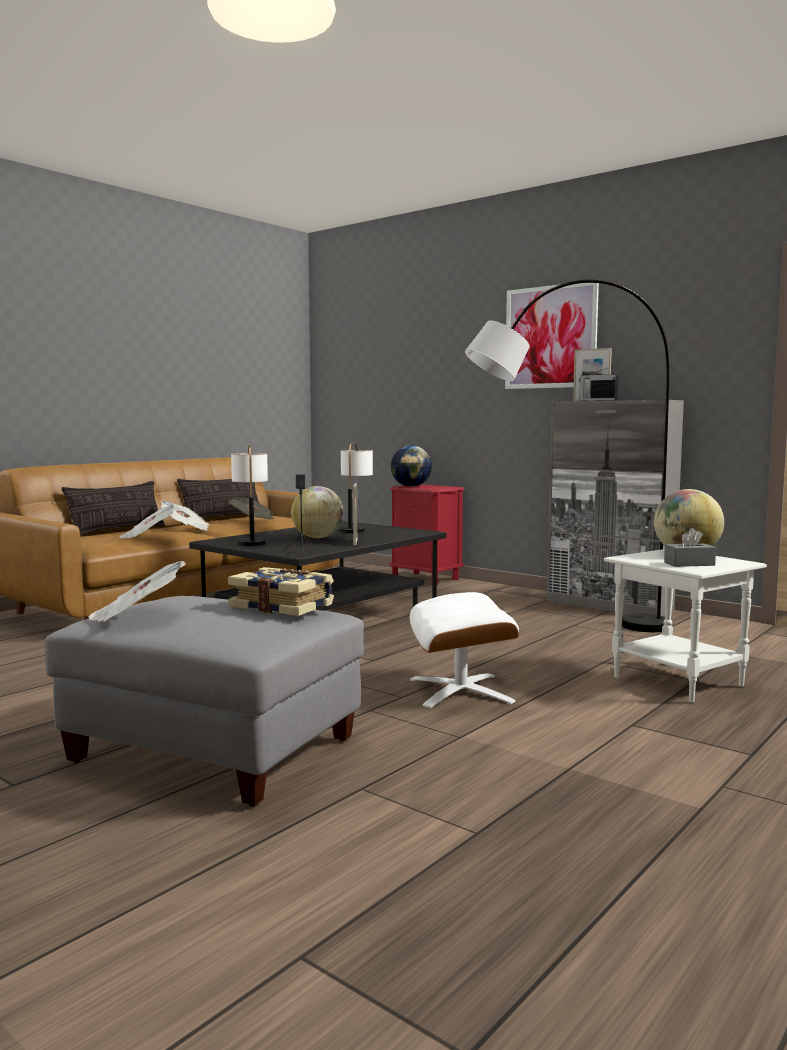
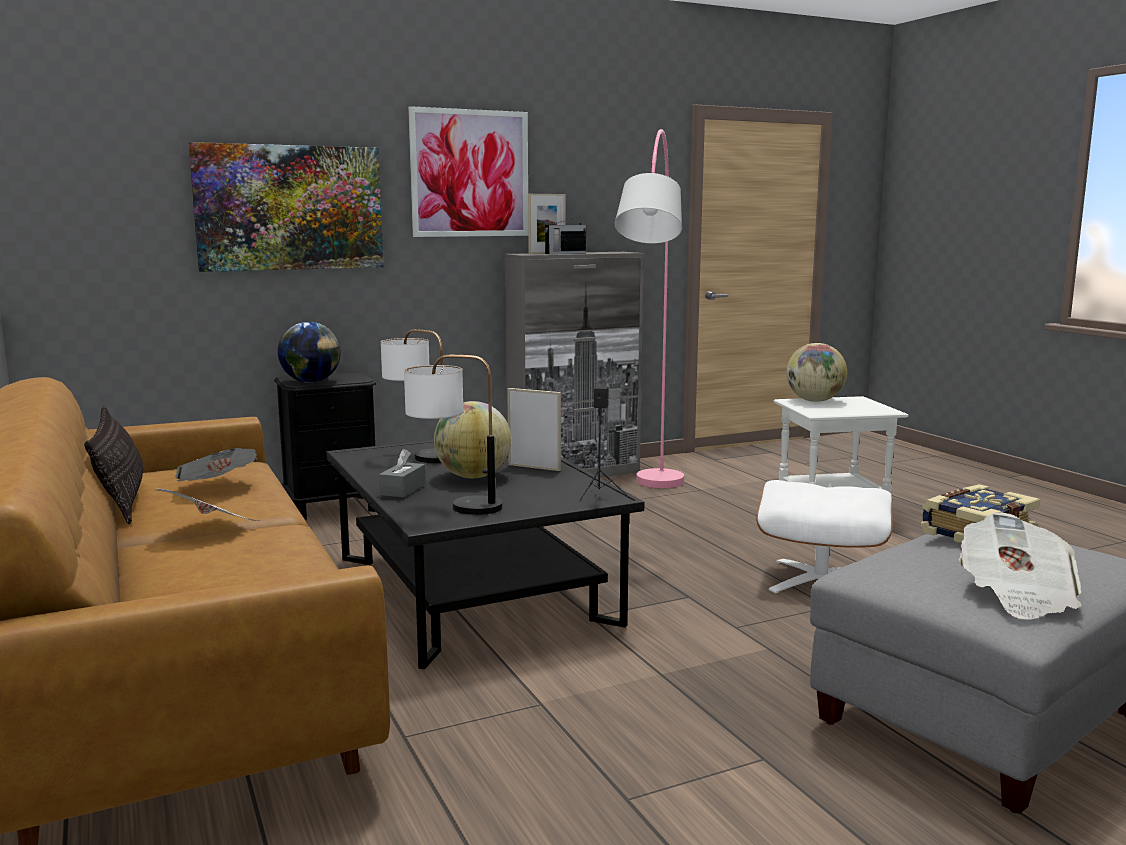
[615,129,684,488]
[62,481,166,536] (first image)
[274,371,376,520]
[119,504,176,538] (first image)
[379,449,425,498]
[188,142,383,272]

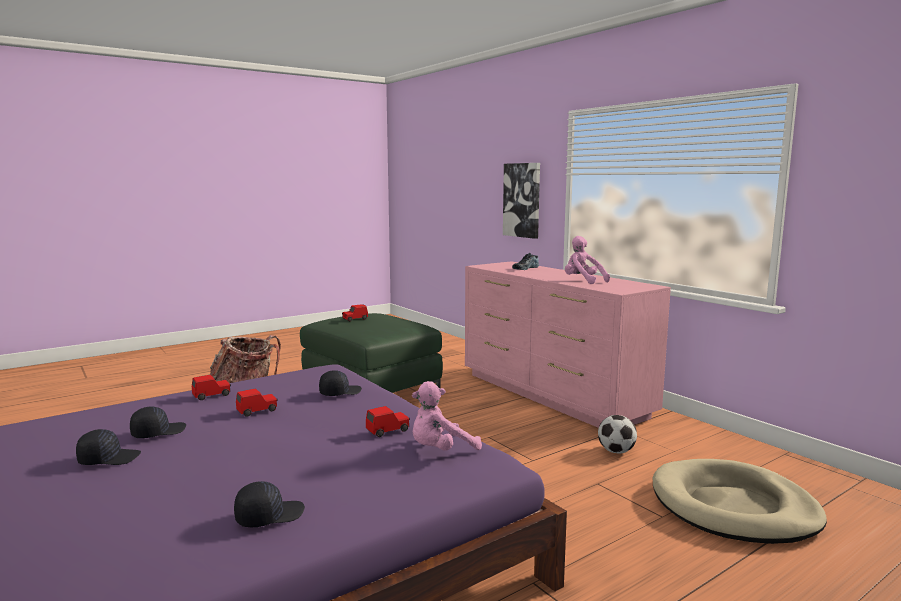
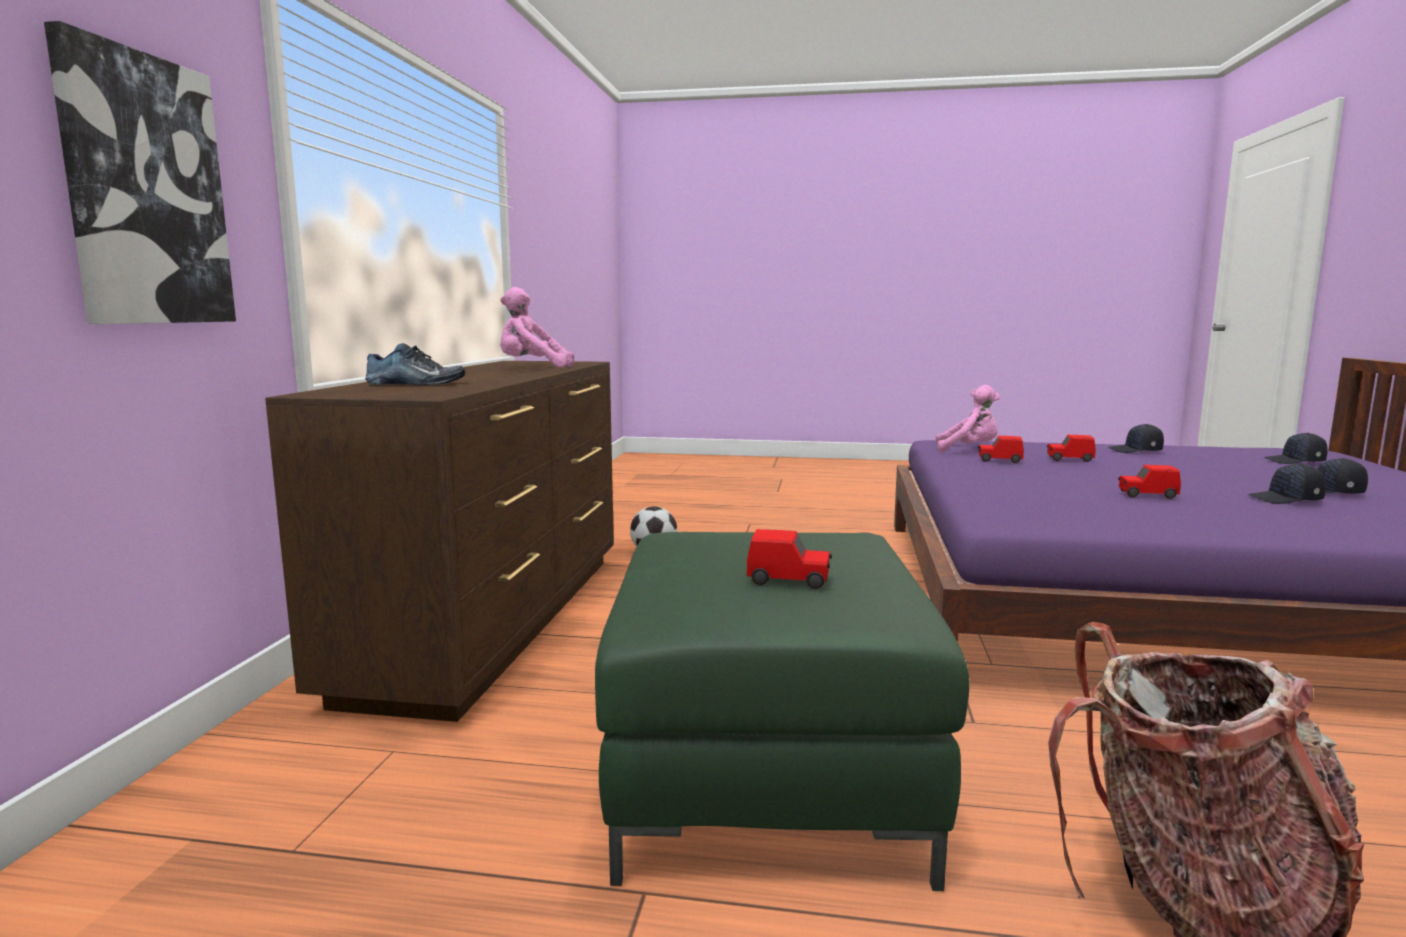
[500,287,574,367]
[265,361,614,722]
[1264,433,1328,464]
[1047,435,1096,462]
[653,459,827,544] (first image)

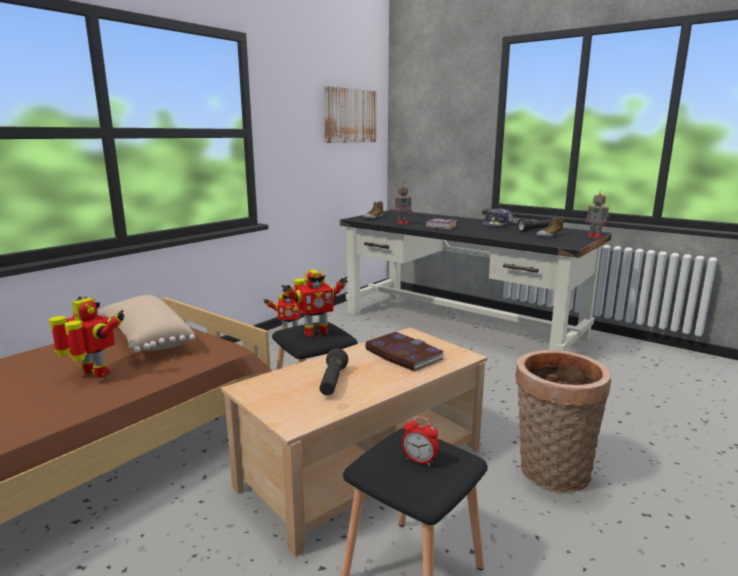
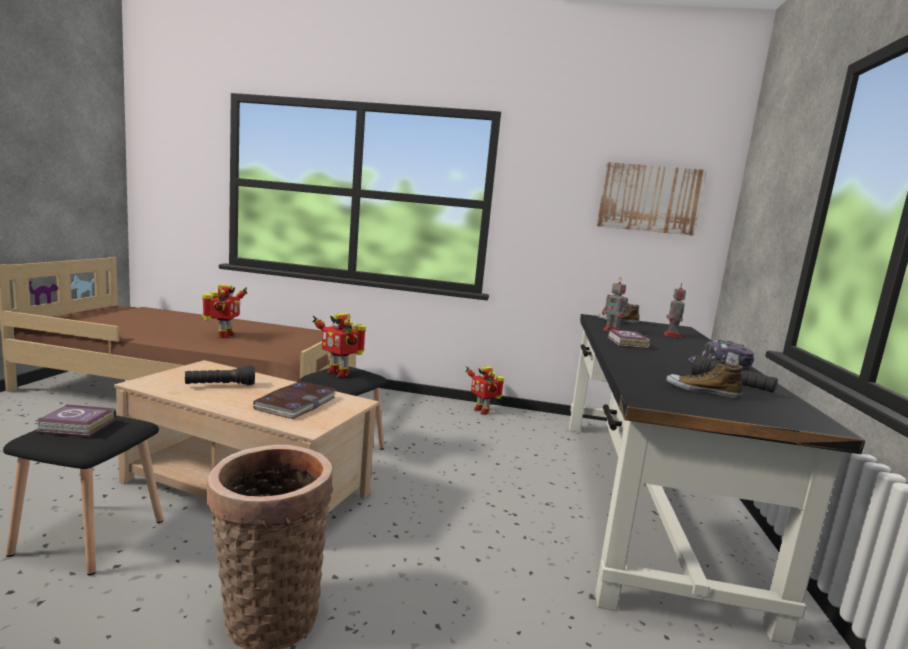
[663,283,686,338]
[99,295,195,352] (first image)
[35,404,116,437]

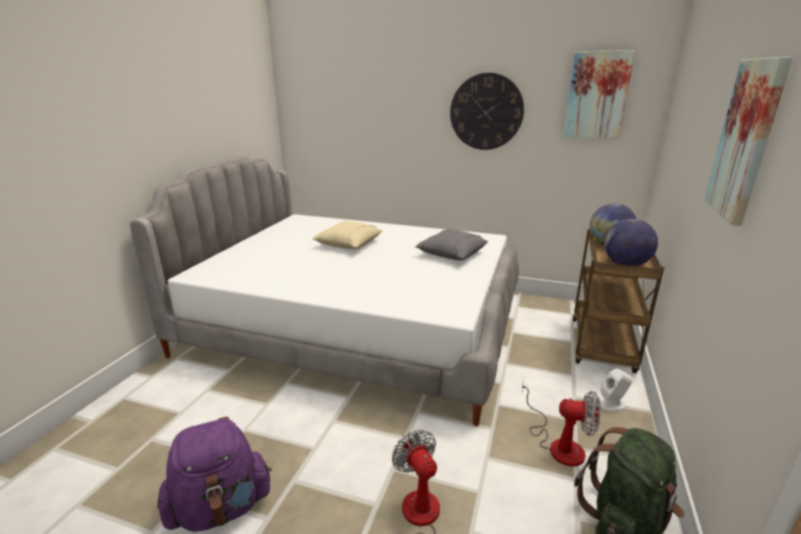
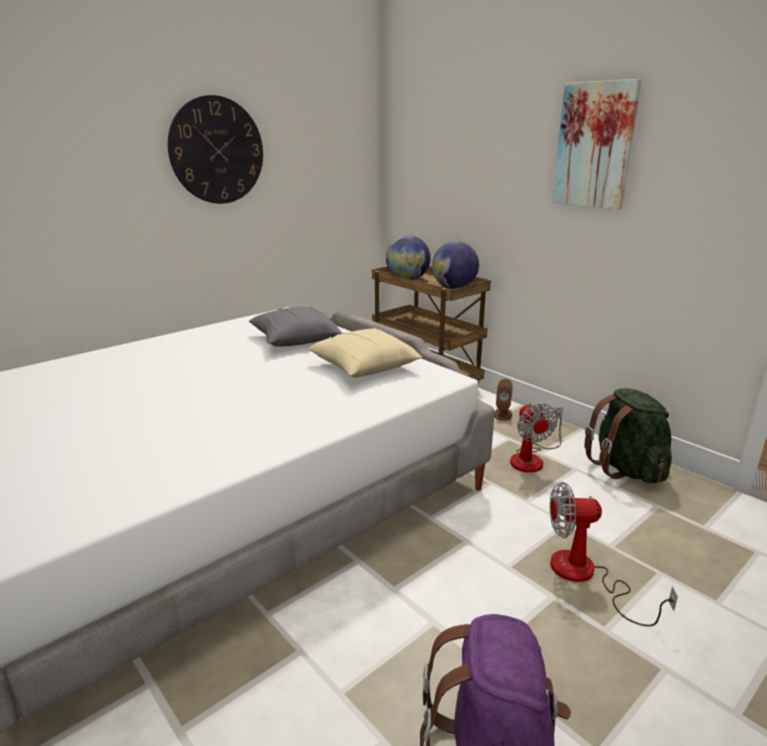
[564,50,635,139] (first image)
[307,328,422,378]
[494,379,513,421]
[510,403,563,473]

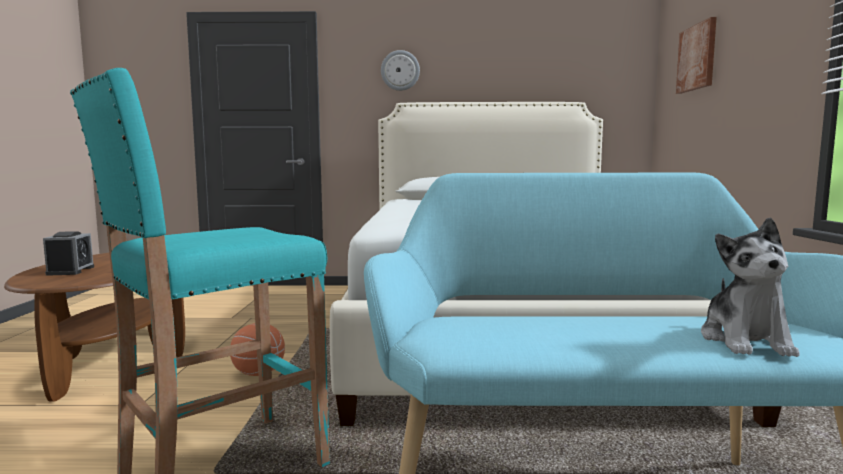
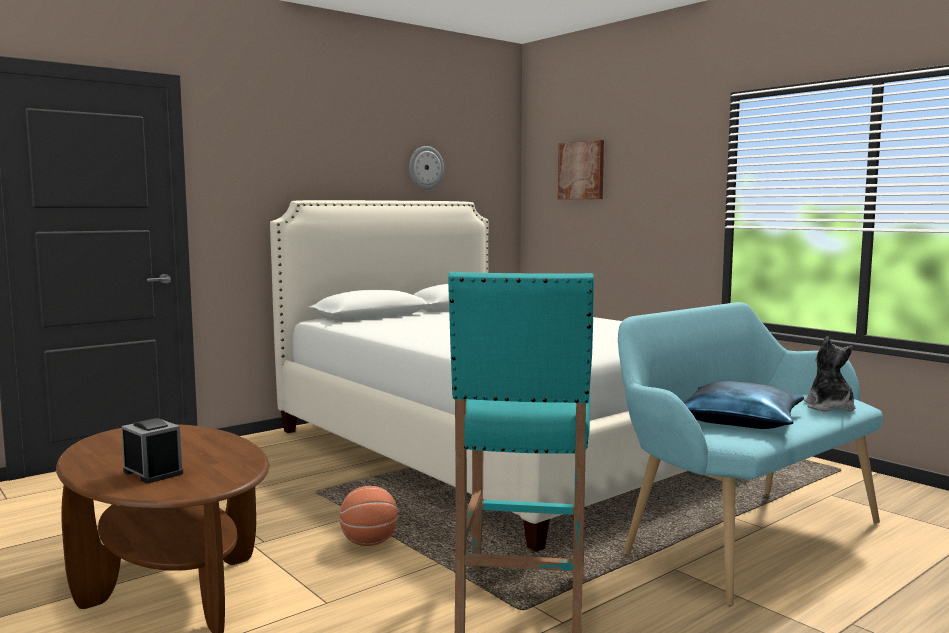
[409,146,444,190]
[804,337,855,412]
[683,381,804,429]

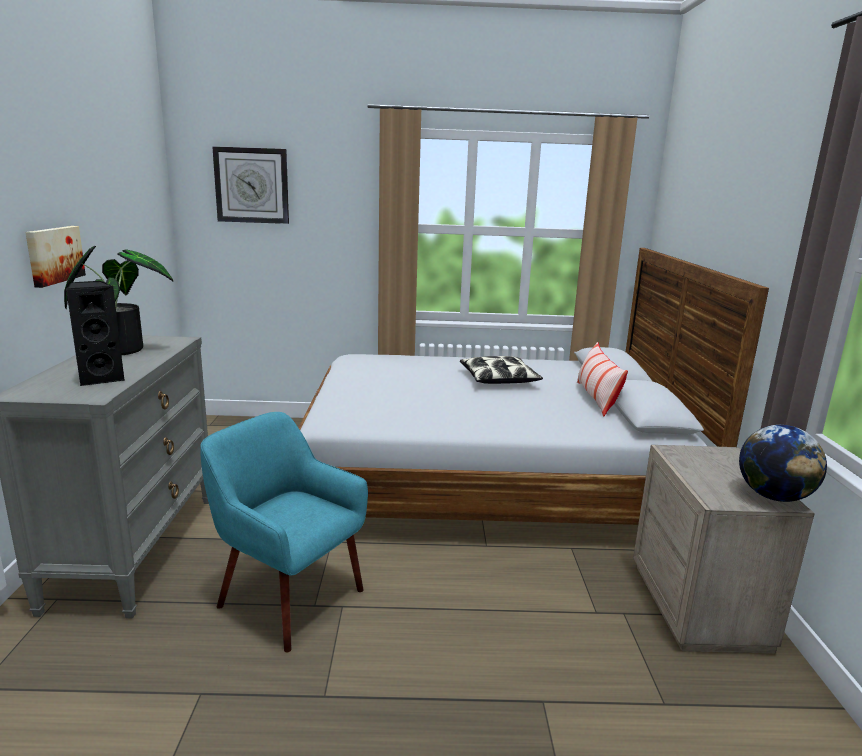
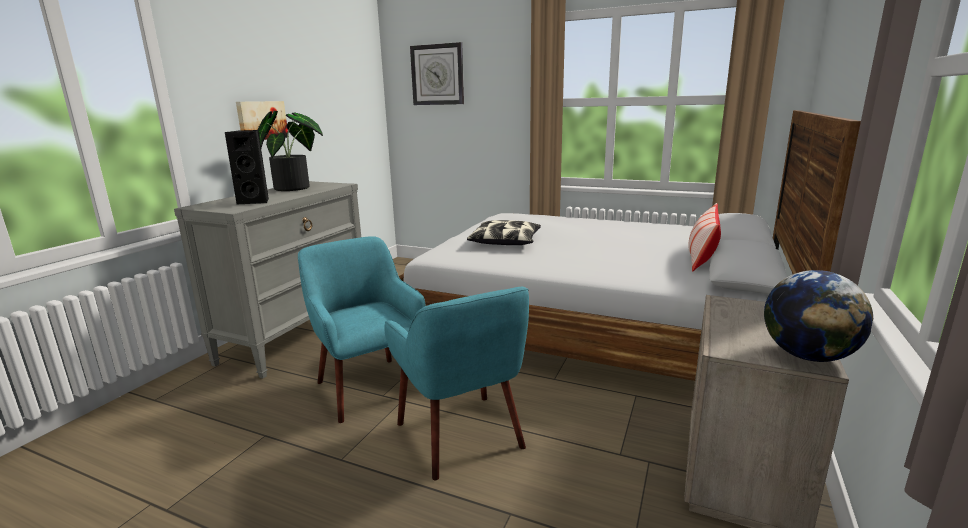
[467,220,541,245]
[384,287,529,480]

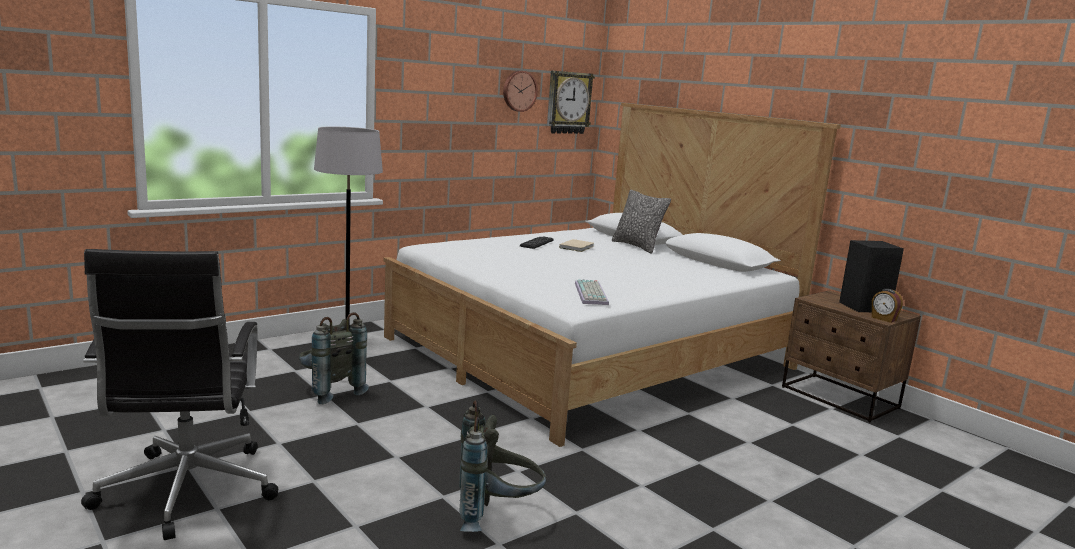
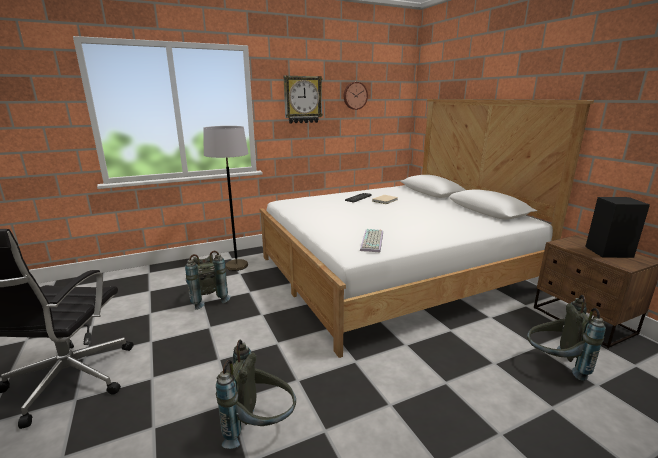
[284,75,323,124]
[612,190,671,254] (first image)
[872,289,903,323] (first image)
[527,295,606,381]

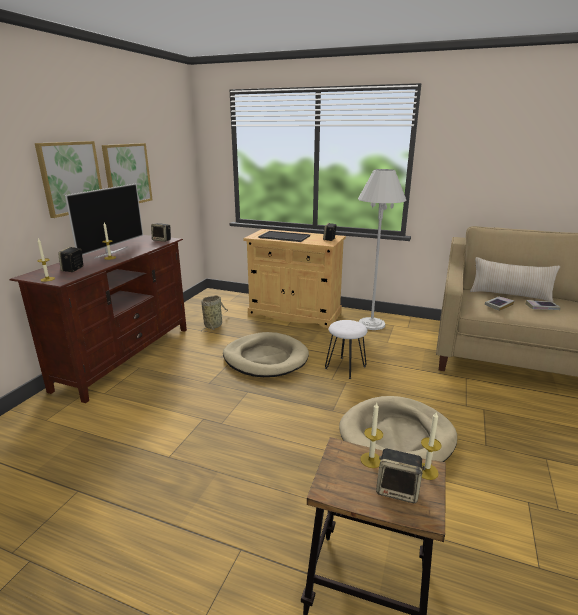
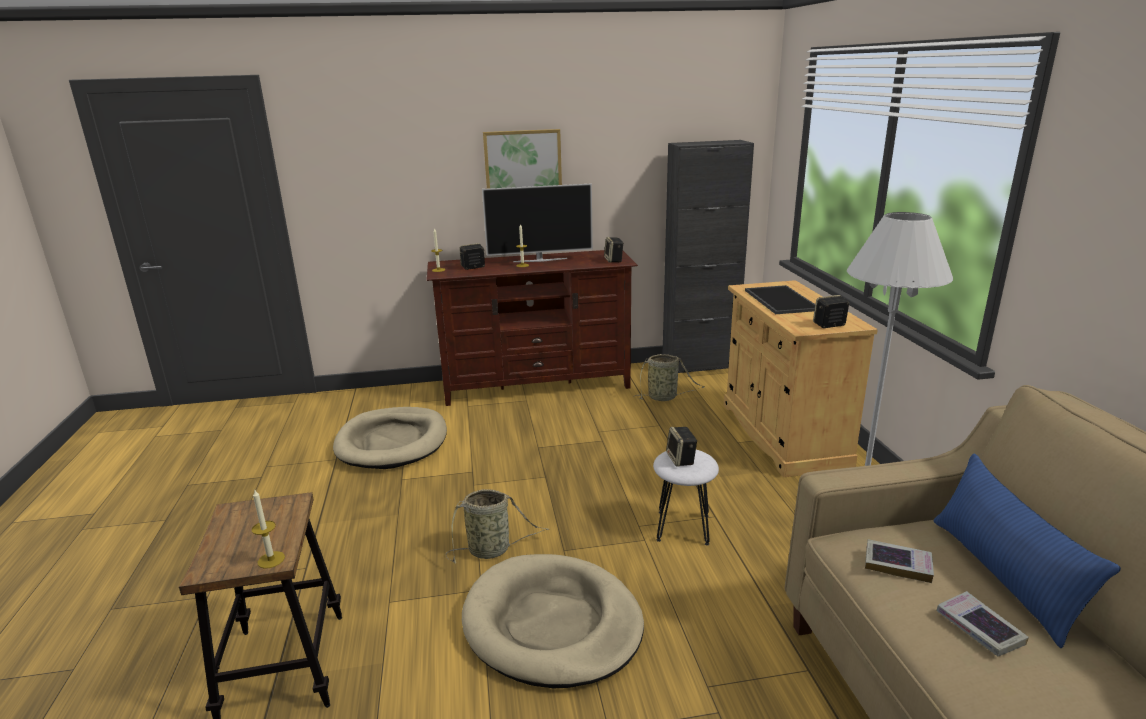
[102,143,153,203] (first image)
[933,454,1121,648]
[333,407,447,469]
[360,403,383,468] (first image)
[666,427,697,467]
[663,140,754,373]
[446,489,550,564]

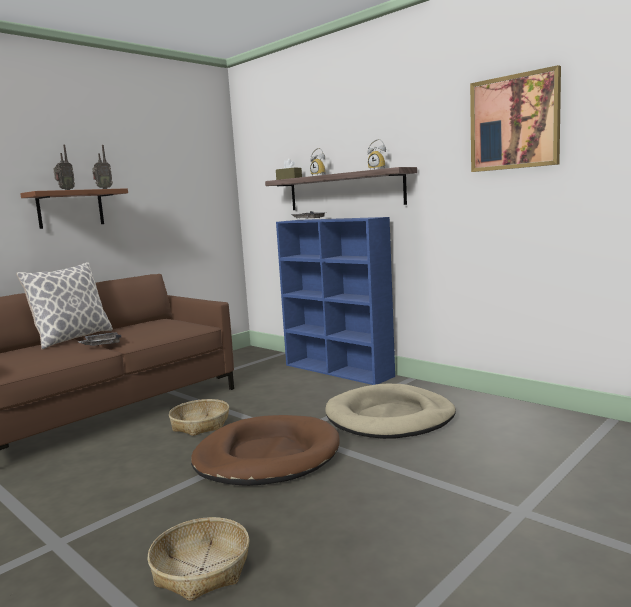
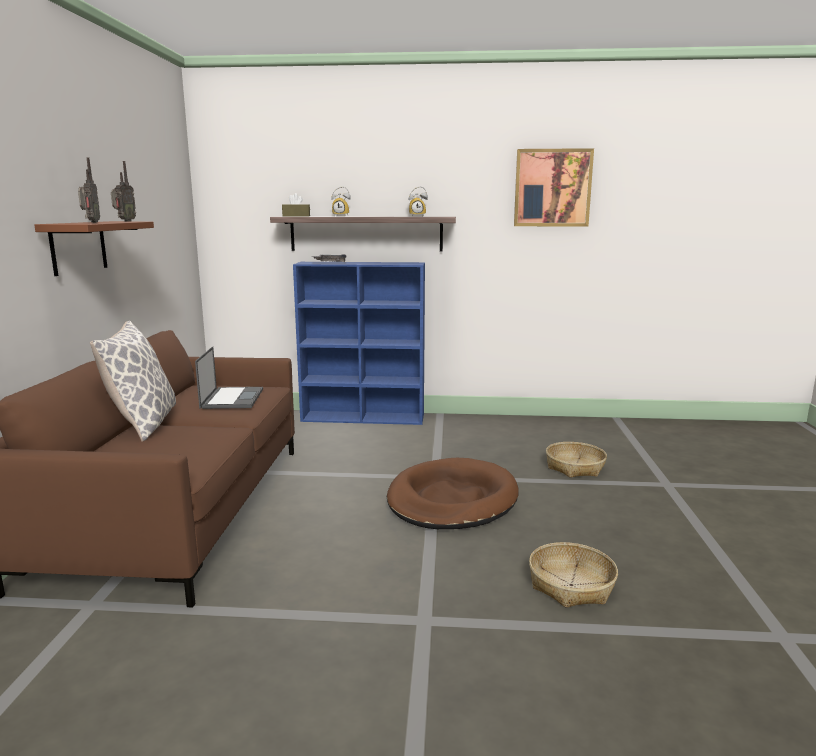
[78,332,121,346] (first image)
[325,384,456,439] (first image)
[546,442,607,478]
[195,346,263,409]

